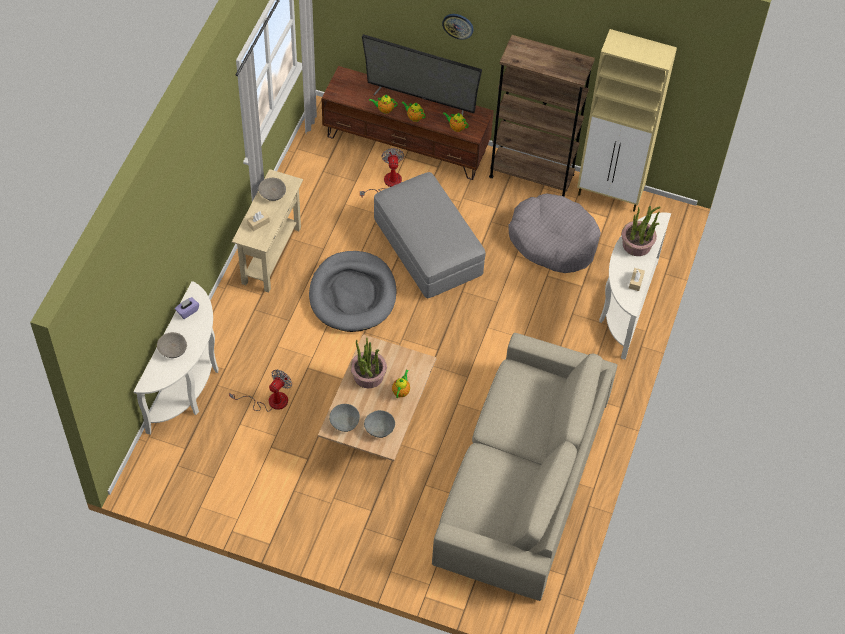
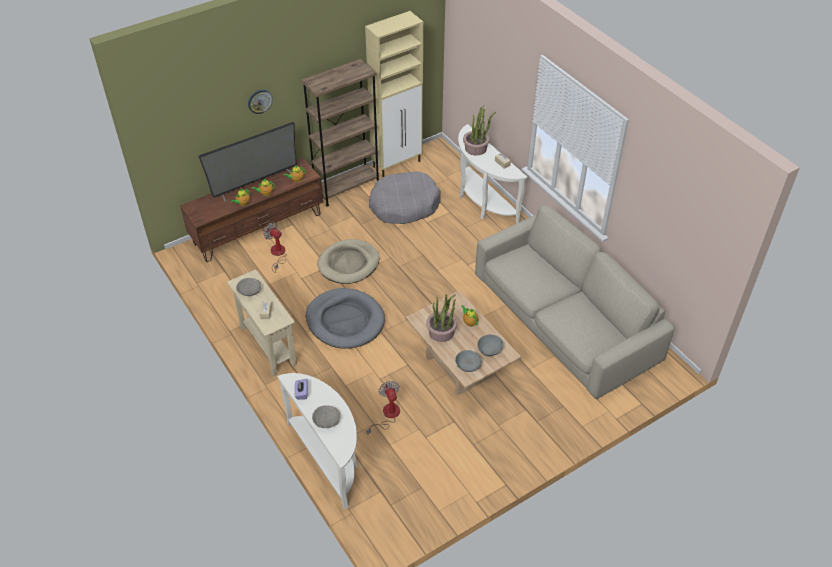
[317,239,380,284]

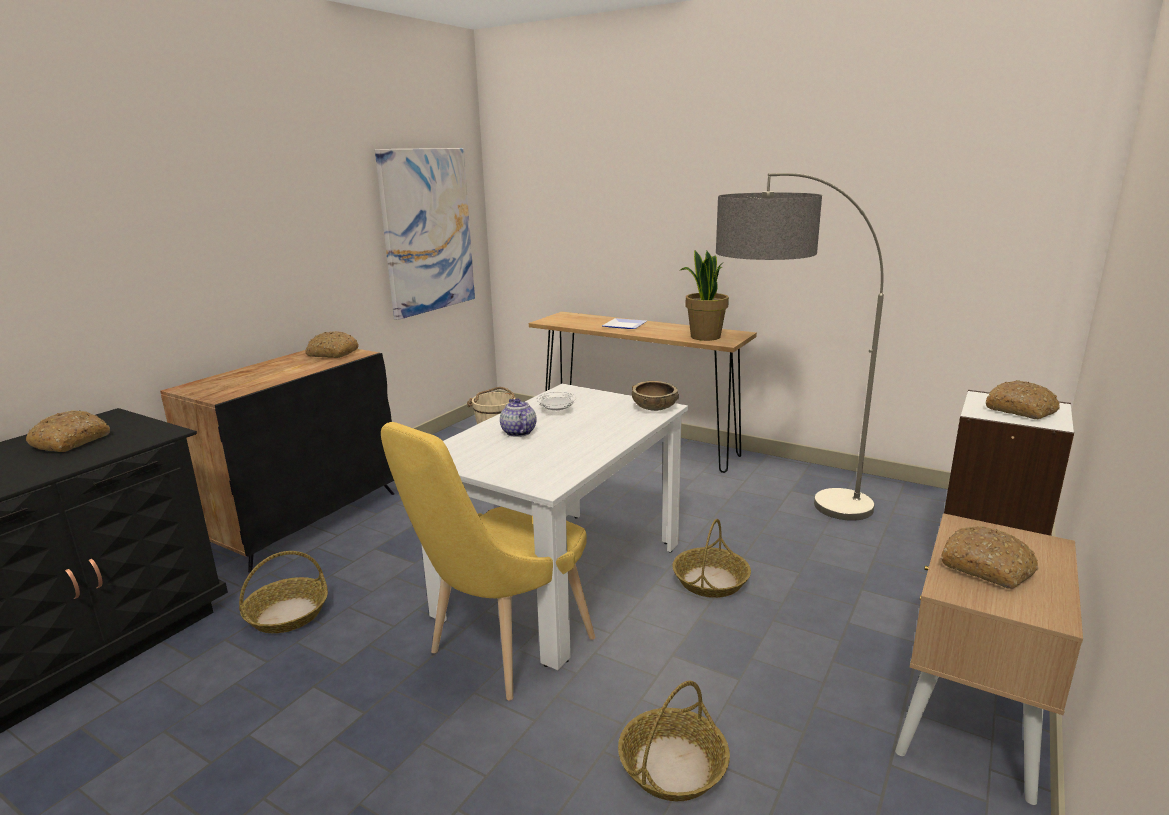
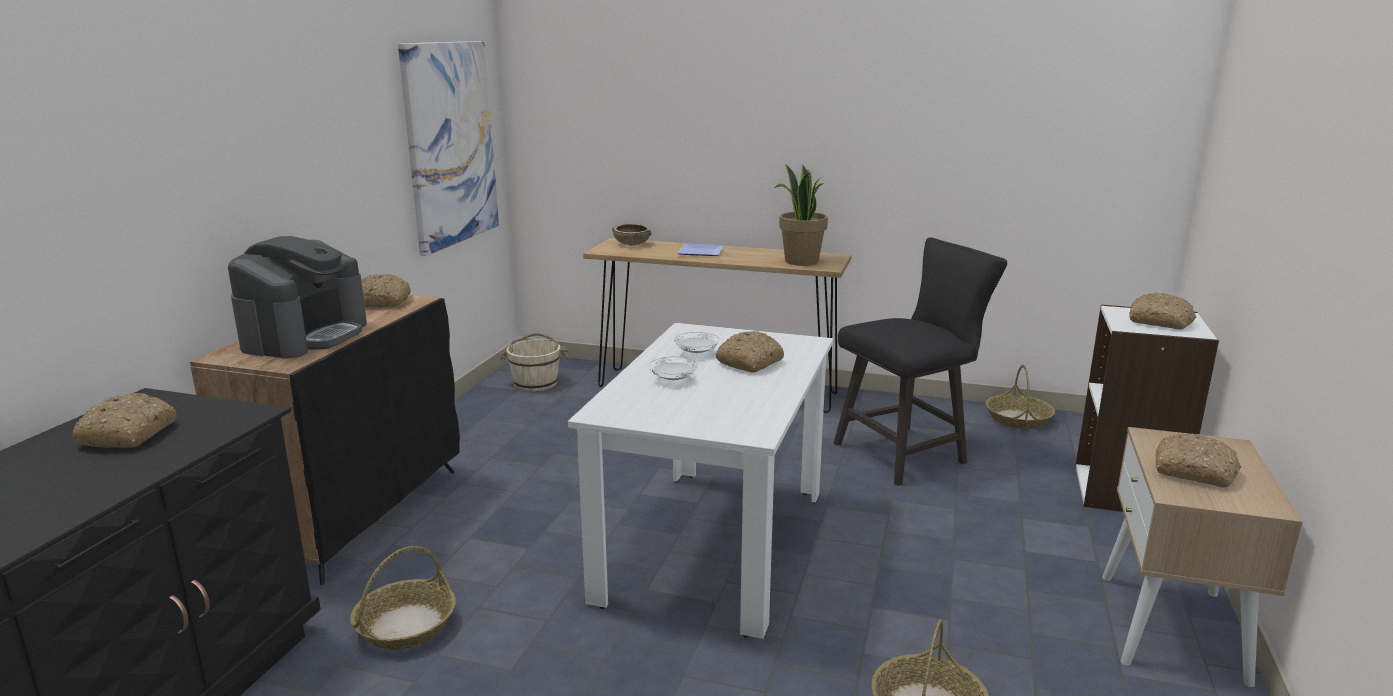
[834,238,1007,486]
[613,224,651,246]
[649,357,698,381]
[381,422,595,700] (first image)
[986,365,1055,429]
[228,236,367,359]
[716,331,784,372]

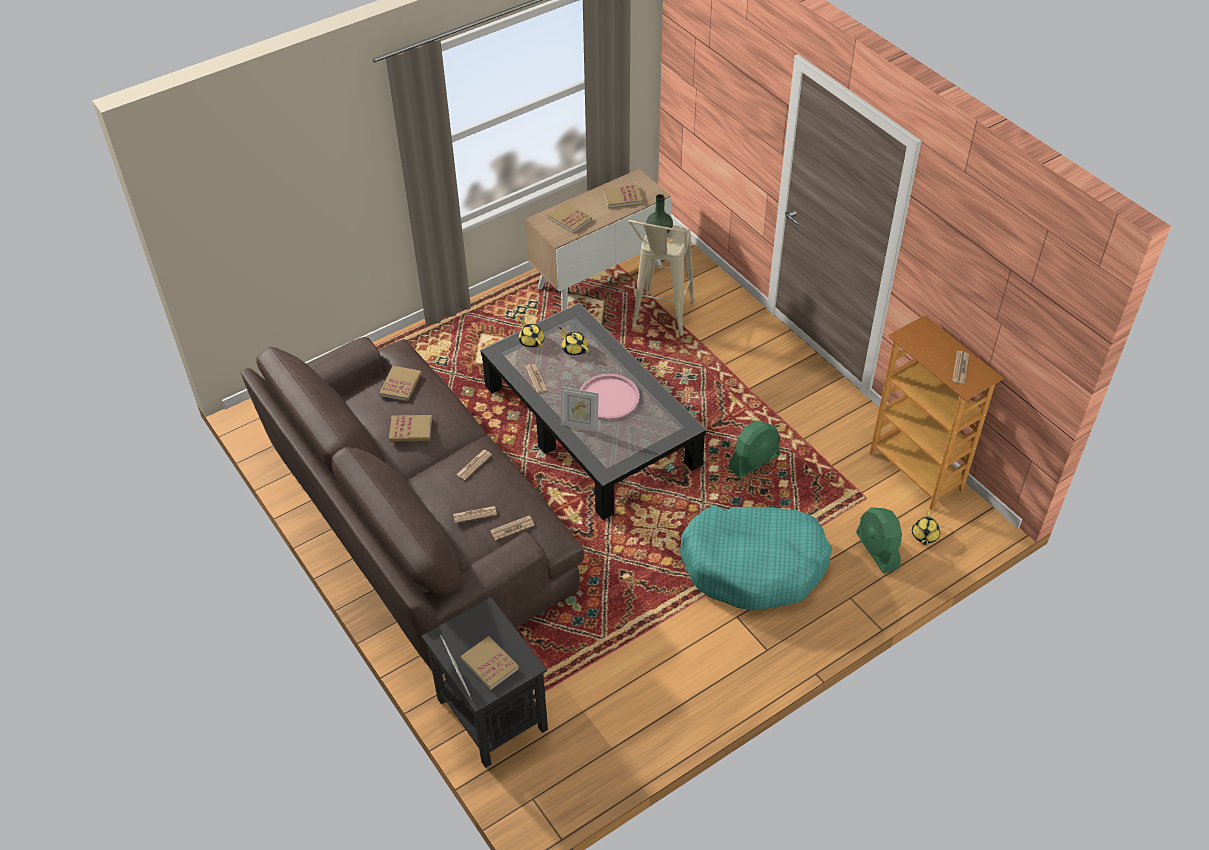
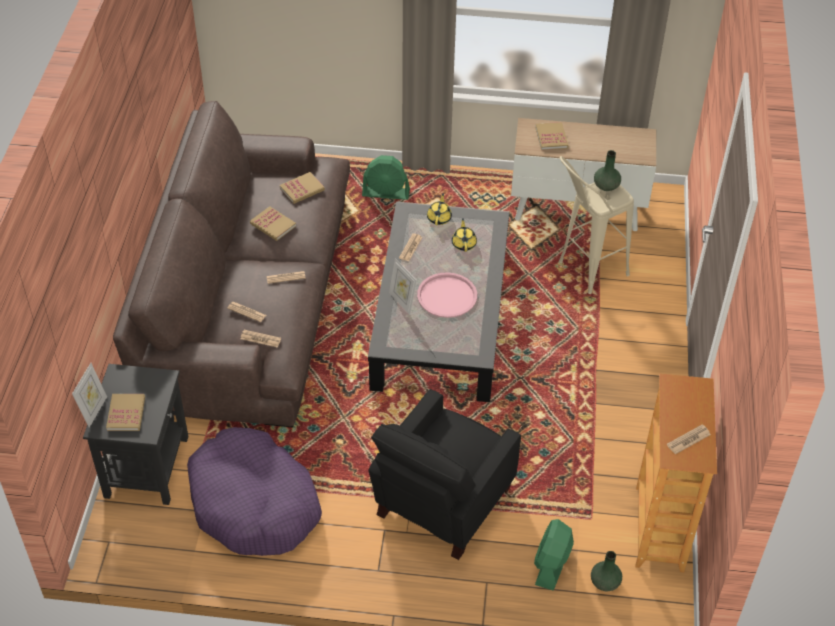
[603,184,643,208] (first image)
[362,155,410,200]
[369,389,521,560]
[591,551,622,591]
[187,427,322,556]

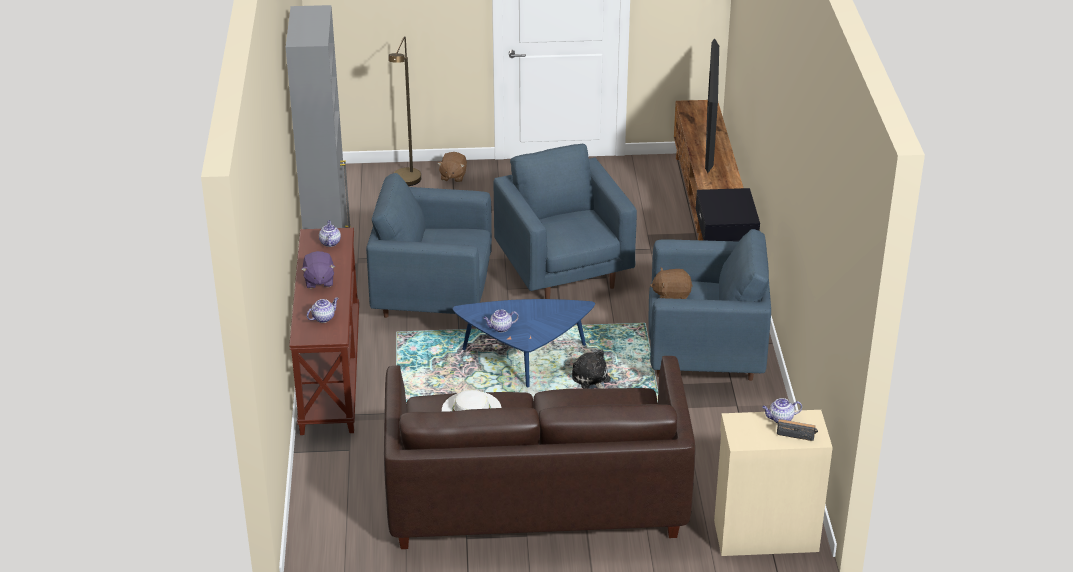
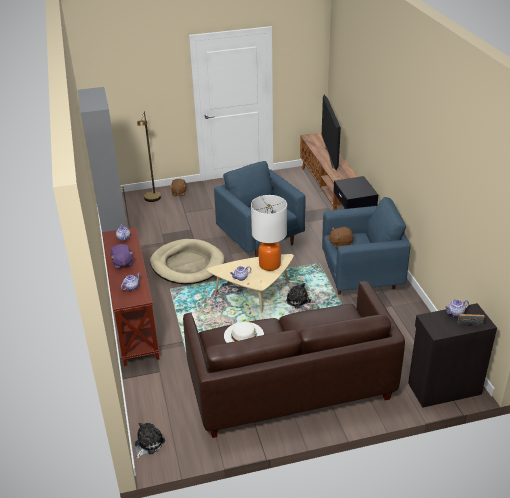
[150,239,225,284]
[207,254,294,313]
[408,303,497,408]
[251,195,287,271]
[135,423,165,459]

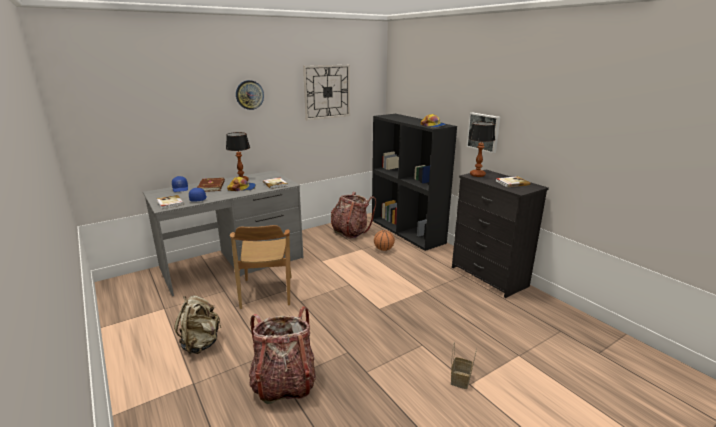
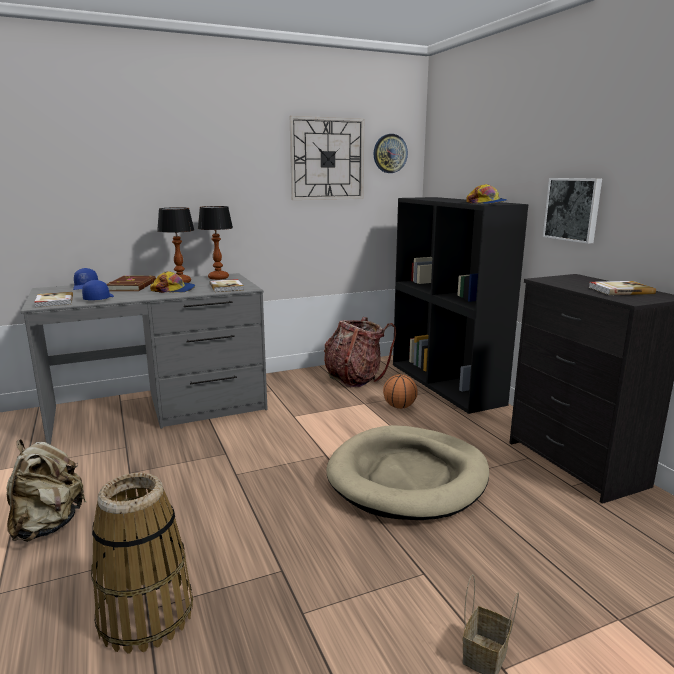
[373,134,408,173]
[198,206,233,280]
[230,225,292,309] (first image)
[91,473,193,654]
[326,425,489,520]

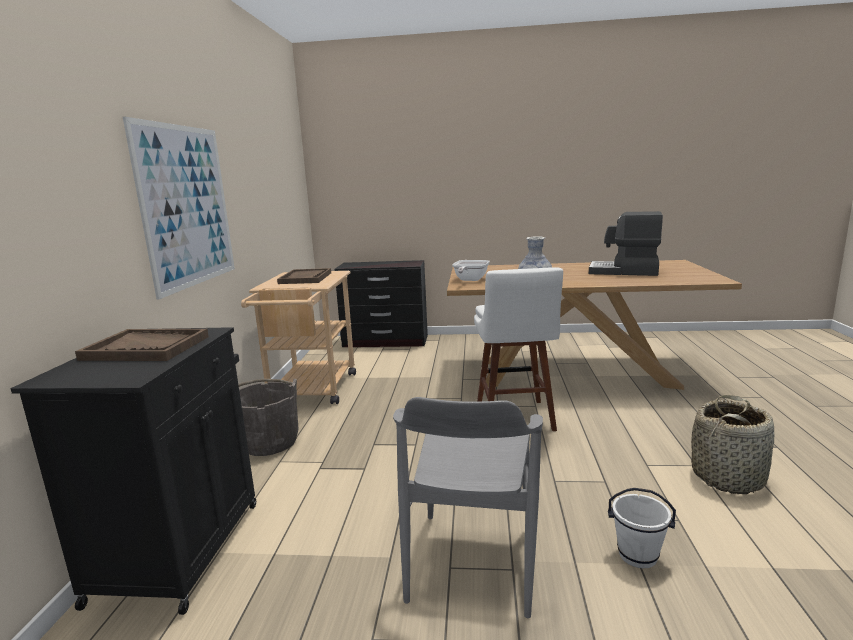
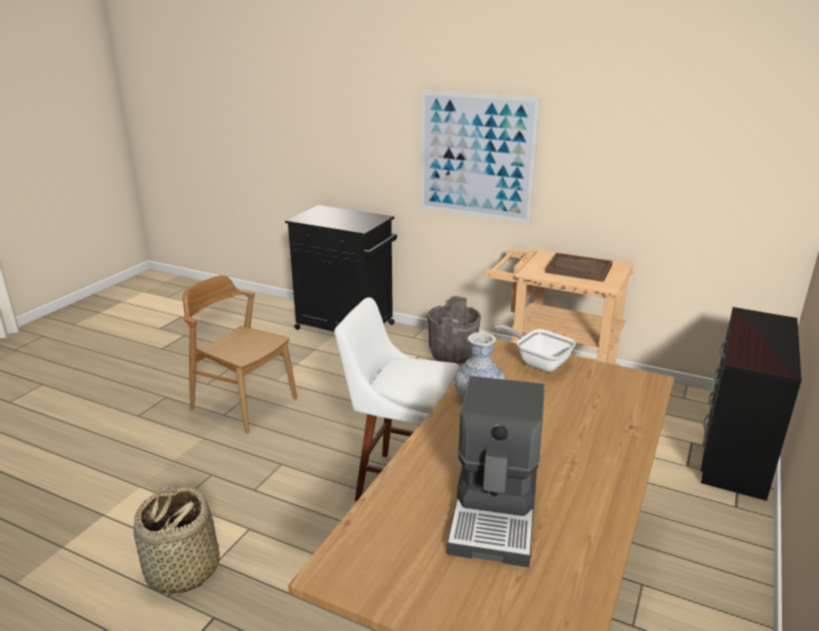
[447,376,544,567]
[75,329,209,361] (first image)
[183,275,297,434]
[608,488,676,568] (first image)

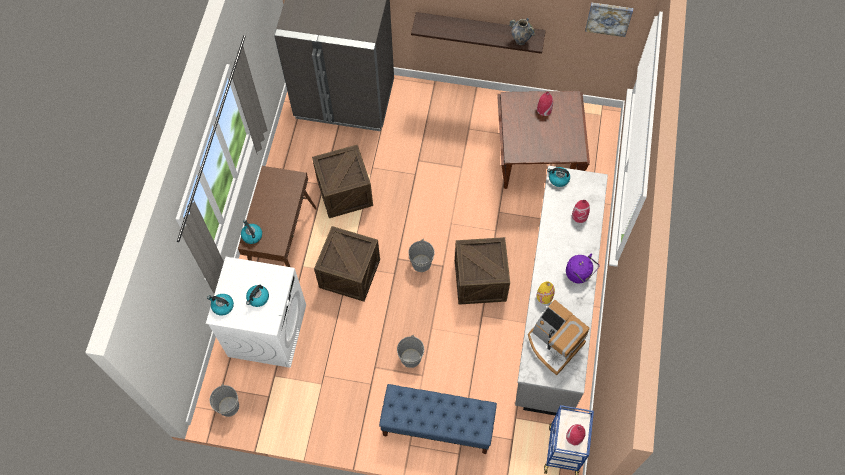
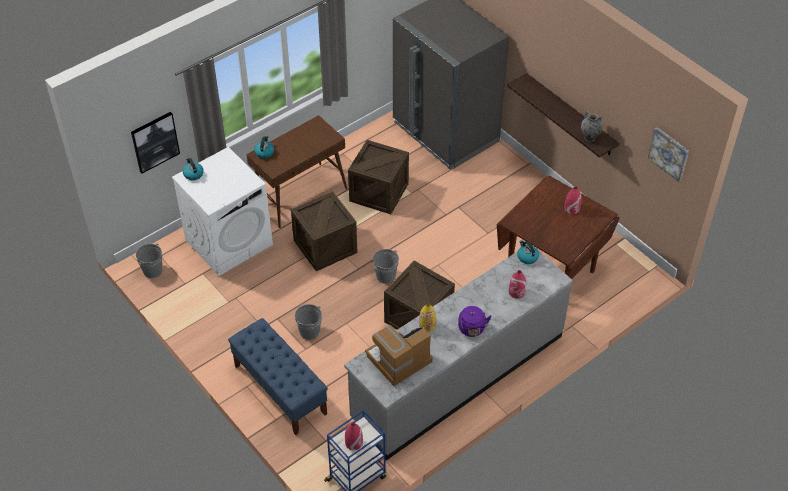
[246,285,269,307] (first image)
[365,325,433,386]
[131,112,180,174]

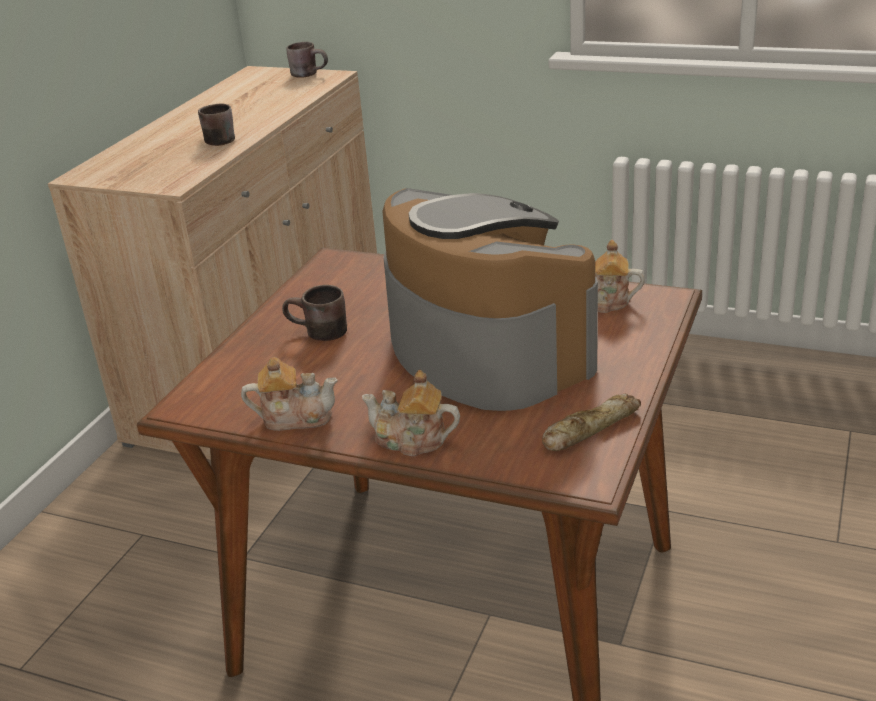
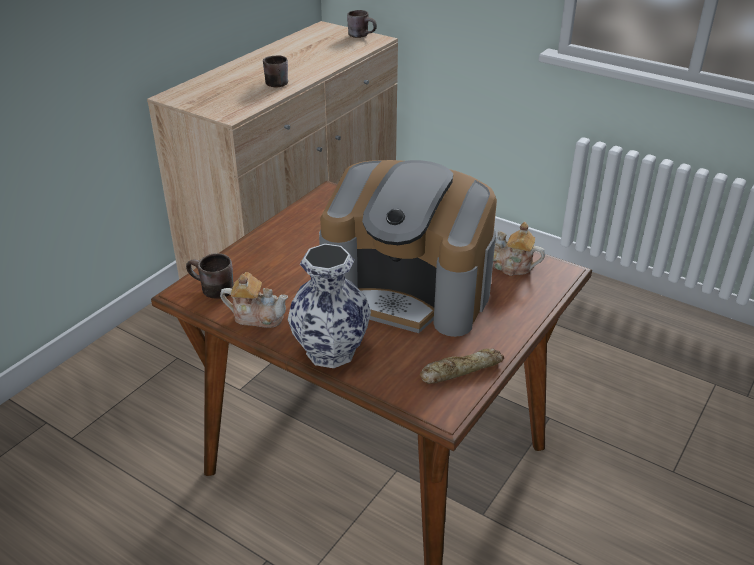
[319,160,497,337]
[186,253,234,299]
[287,244,371,368]

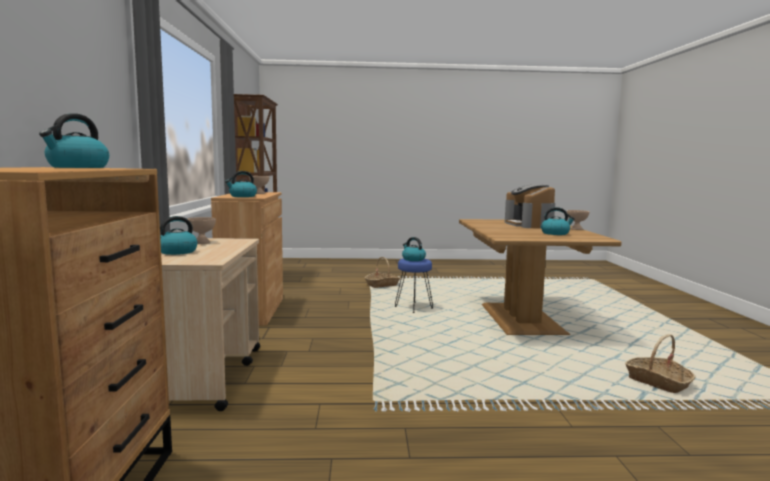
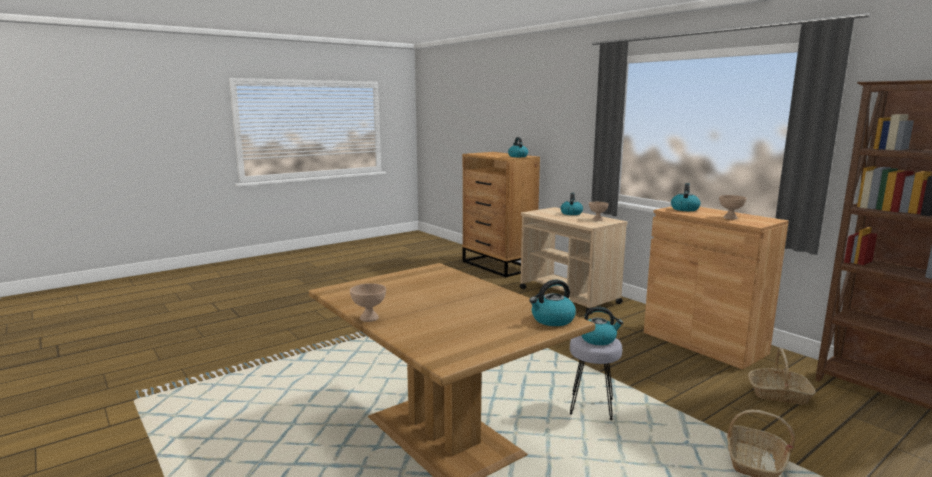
[505,185,555,228] (first image)
[529,279,576,326]
[570,336,622,420]
[748,348,816,405]

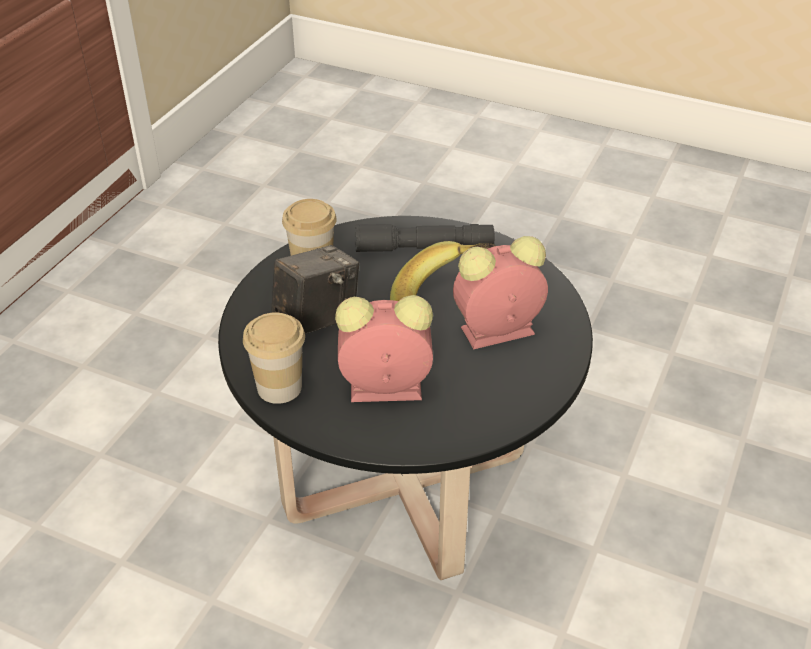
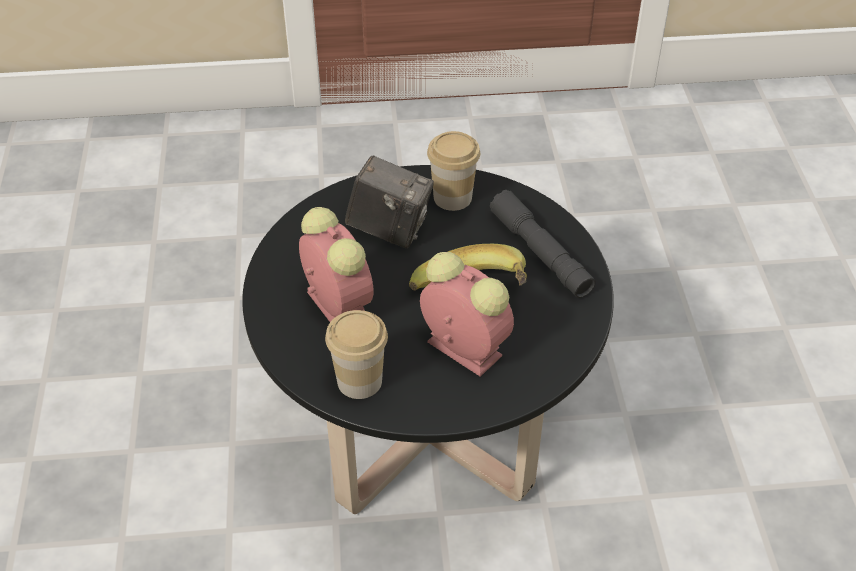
[325,310,388,399]

